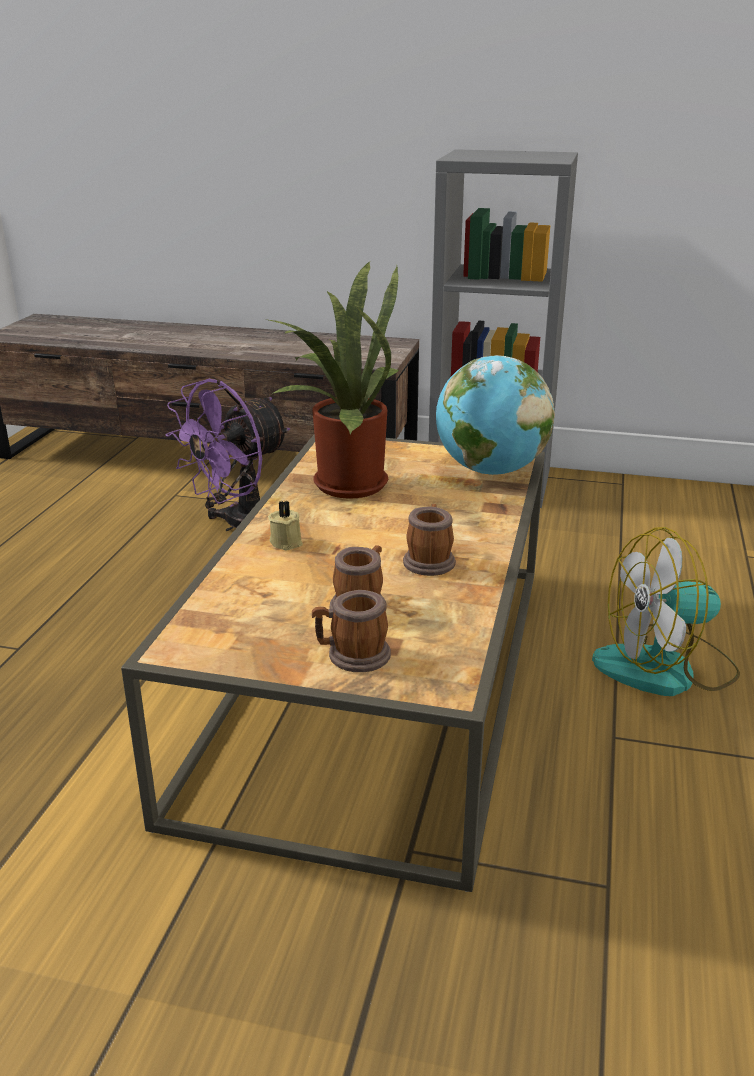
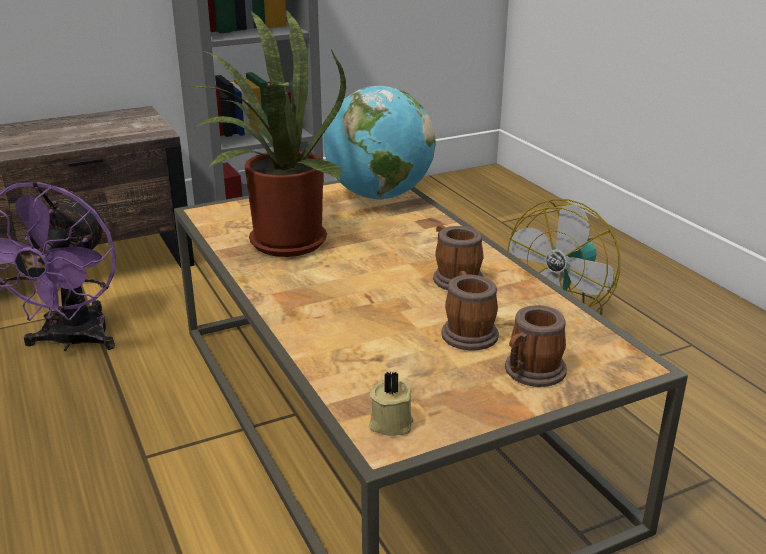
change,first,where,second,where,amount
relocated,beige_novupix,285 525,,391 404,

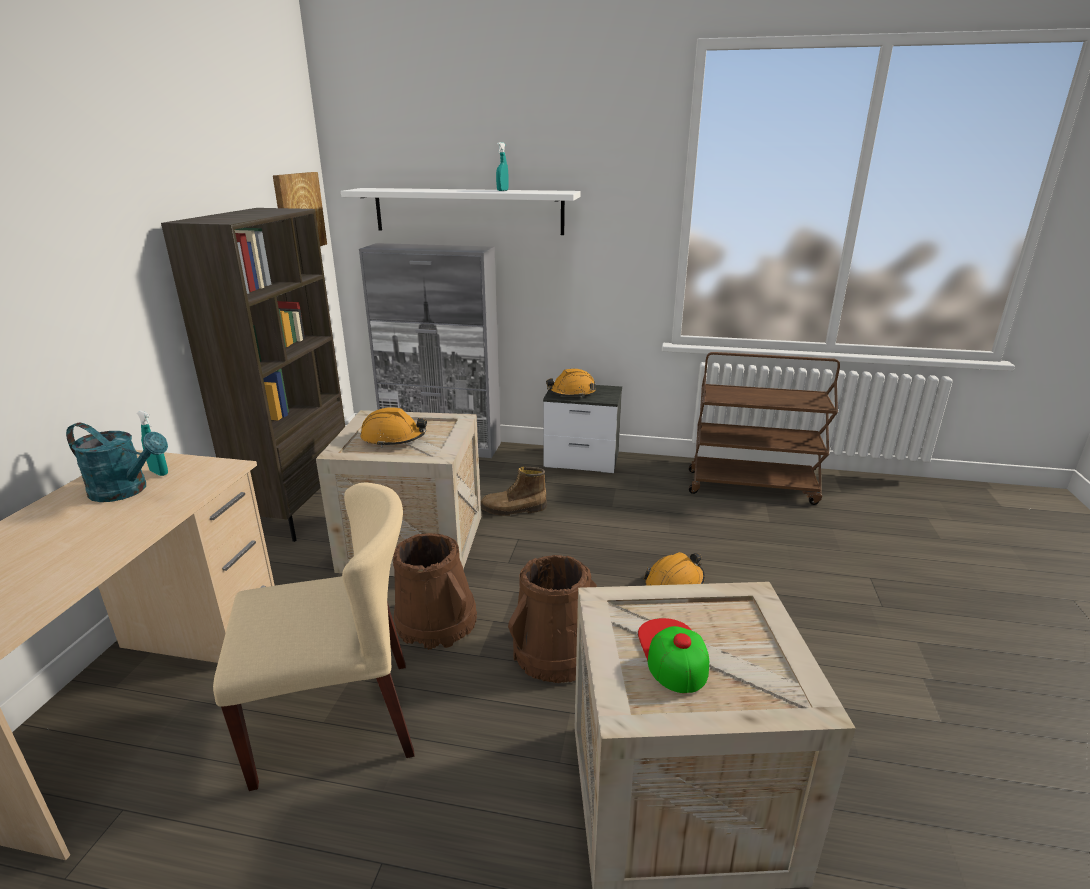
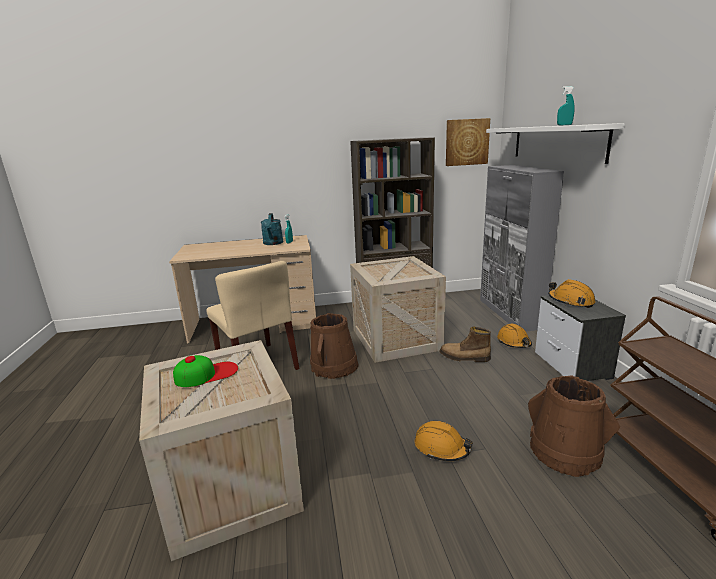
change,first,where,second,where,amount
spun,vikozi,514 491,,465 344,45 degrees counterclockwise
relocated,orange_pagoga,394 427,,514 336,
relocated,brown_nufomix,552 619,,574 426,

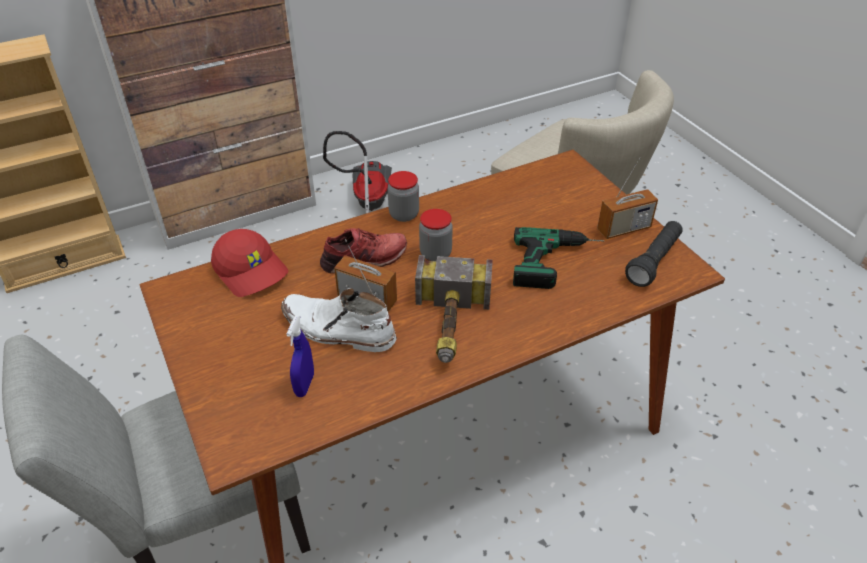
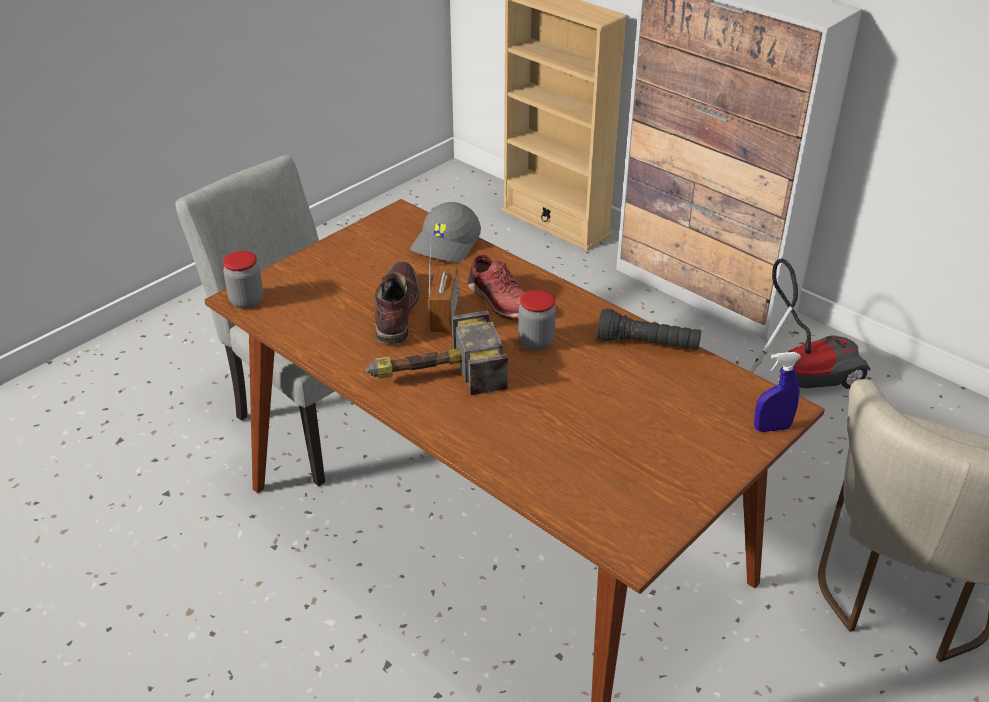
change,first,where,second,where,amount
relocated,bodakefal,403 196,,243 279,
colour,white_vikozi,339 320,brown_vikozi,396 302,
colour,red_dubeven,250 263,grey_dubeven,445 232,
relocated,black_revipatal,654 254,,649 329,
relocated,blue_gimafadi,300 356,,777 392,
missing,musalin,558 258,,,
missing,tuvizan,627 198,,,

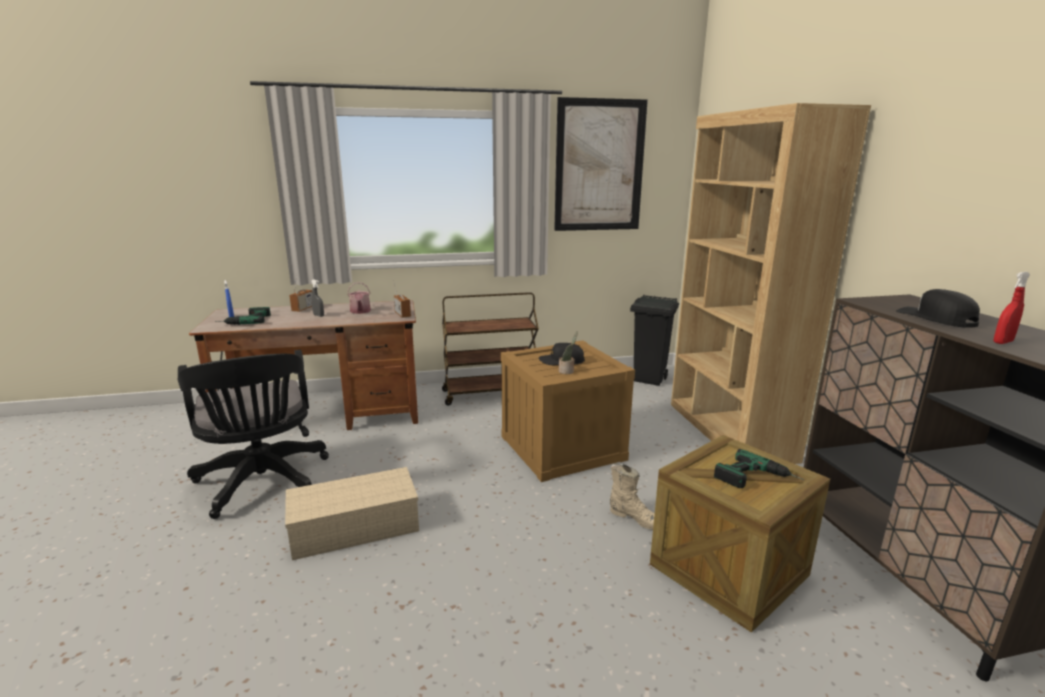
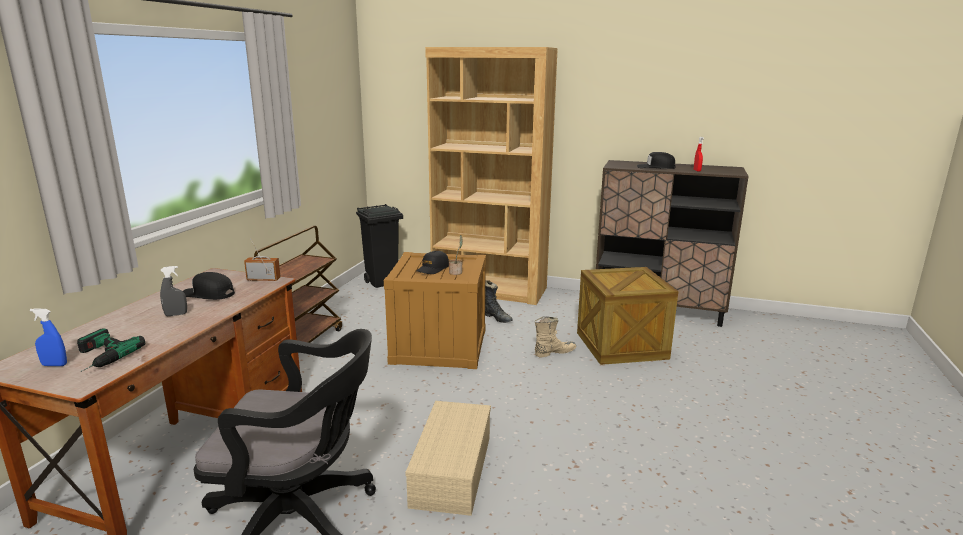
change,first,where,second,where,amount
exchanged,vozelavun,359 298,black_dubeven,209 286,
appeared,,,black_vikozi,499 302,
missing,tuvizan,300 293,,,
missing,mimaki,601 164,,,
missing,musalin,759 468,,,

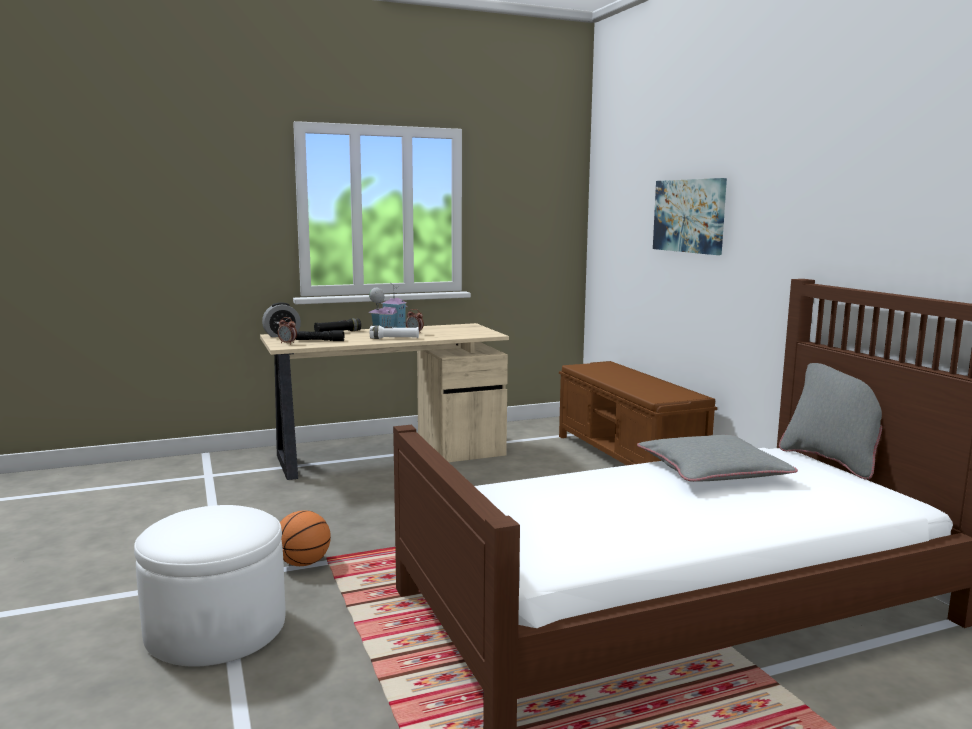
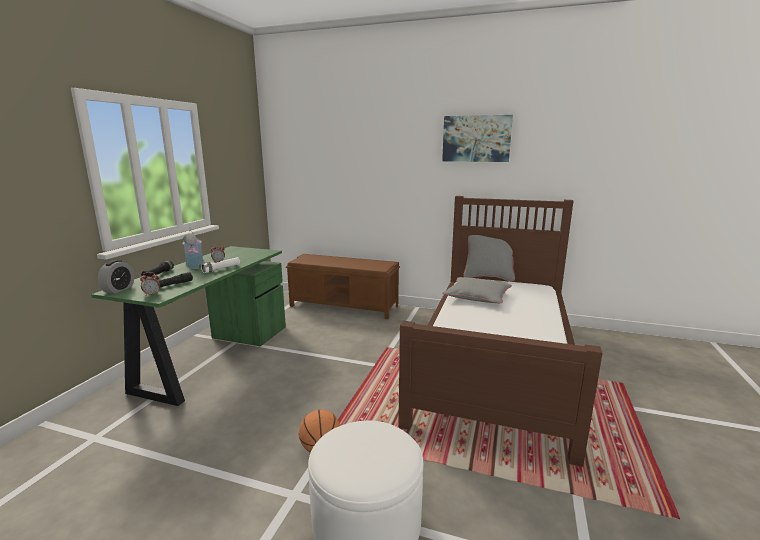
change,first,where,second,where,amount
colour,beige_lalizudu,384 401,green_lalizudu,188 326,
relocated,mimaki,690 216,,477 138,

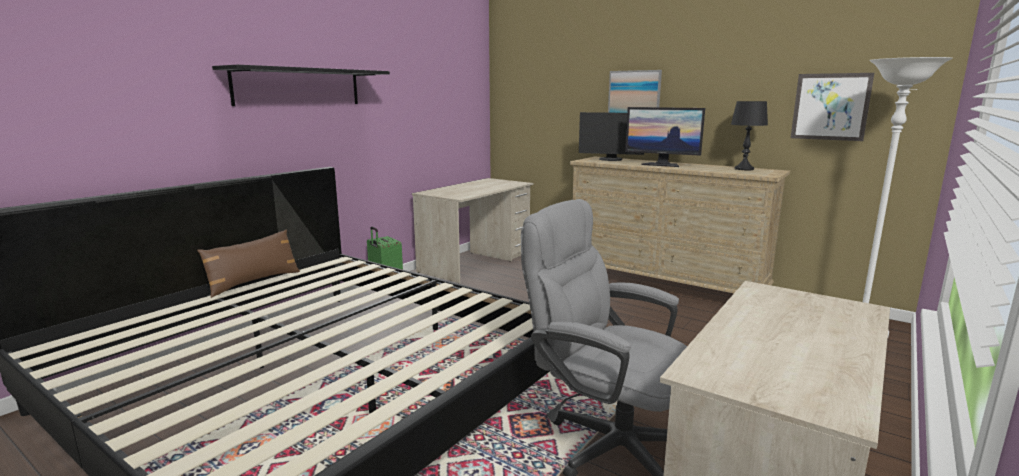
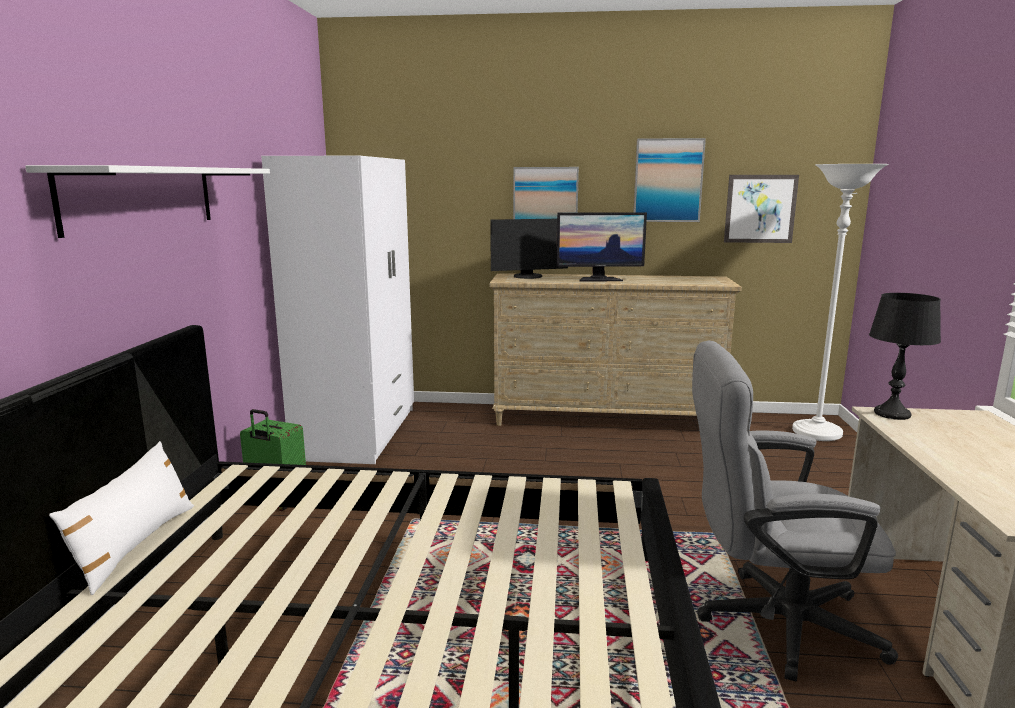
change,first,where,second,where,amount
colour,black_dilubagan,301 85,white_dilubagan,147 201,
colour,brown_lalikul,248 263,white_lalikul,121 518,
exchanged,beige_lalizudu,472 230,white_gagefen,337 310,
appeared,,,mimaki,669 180,
relocated,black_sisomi,749 135,,905 356,

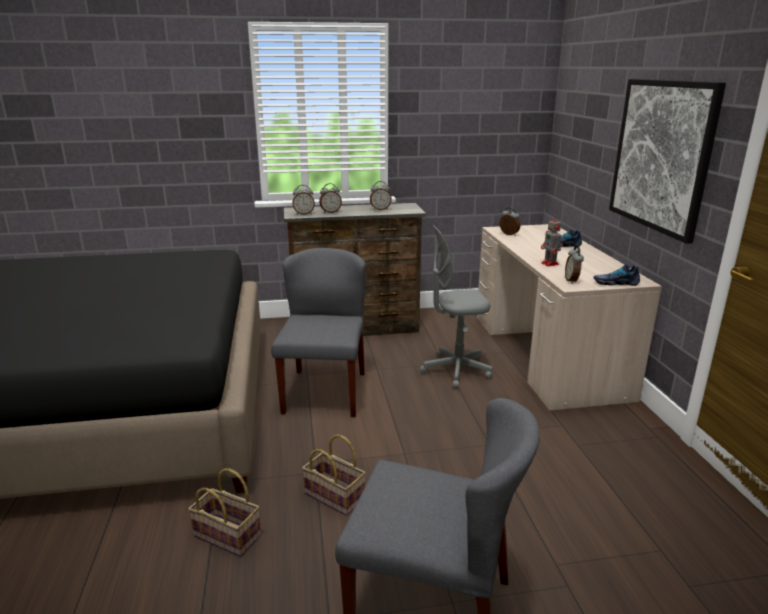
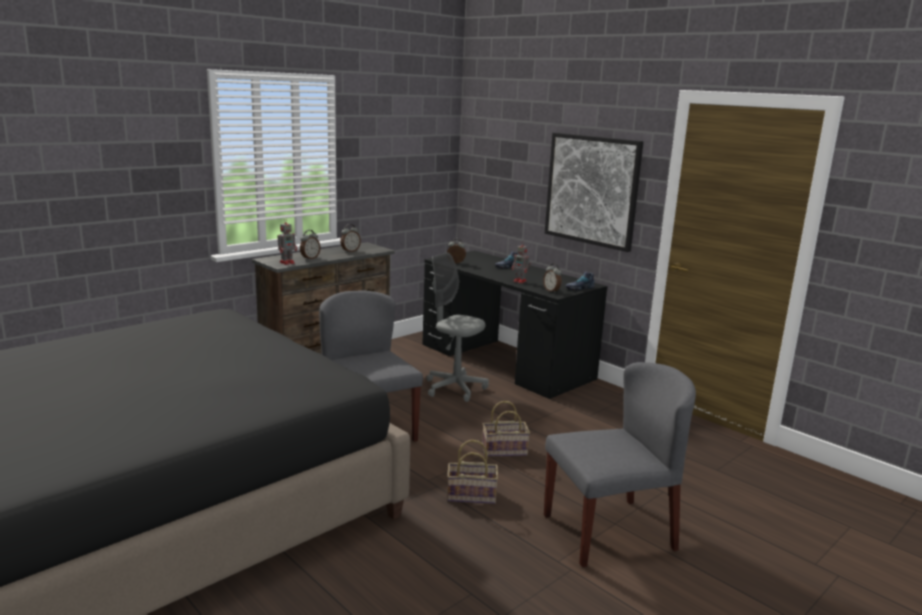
change,first,where,second,where,amount
exchanged,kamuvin,303 200,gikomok,287 241,
colour,beige_lalizudu,569 317,black_lalizudu,514 324,
spun,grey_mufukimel,456 307,,457 327,75 degrees clockwise
relocated,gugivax,224 512,,506 429,

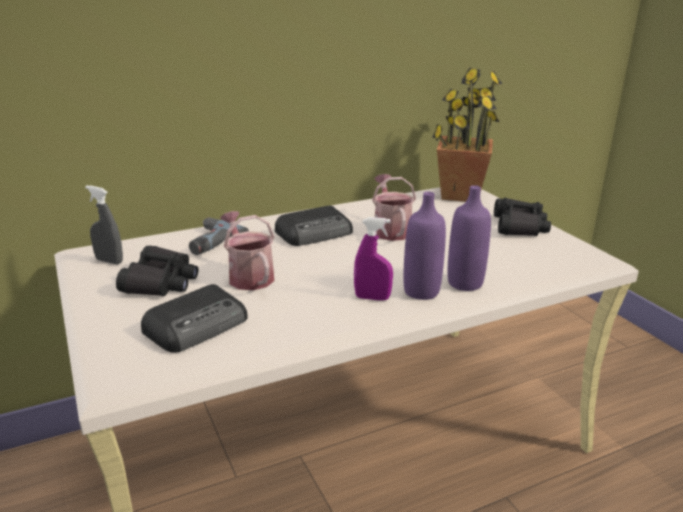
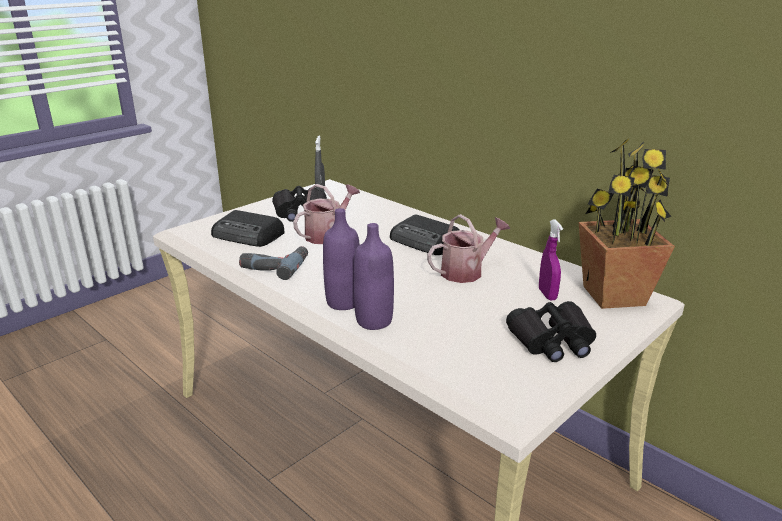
change,first,where,second,where,amount
relocated,musalin,219 236,,273 263,
relocated,purple_gimafadi,373 259,,551 260,

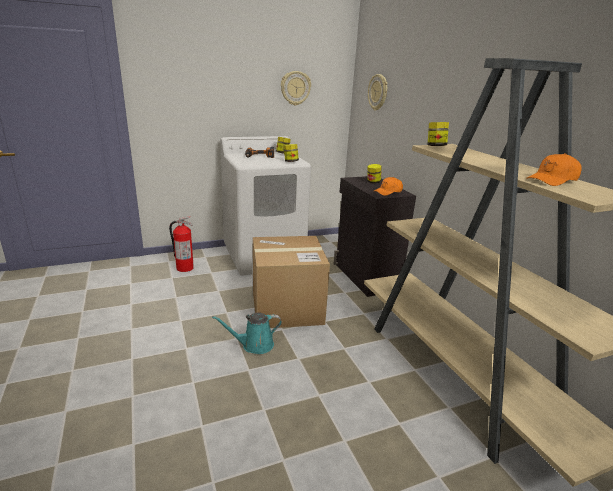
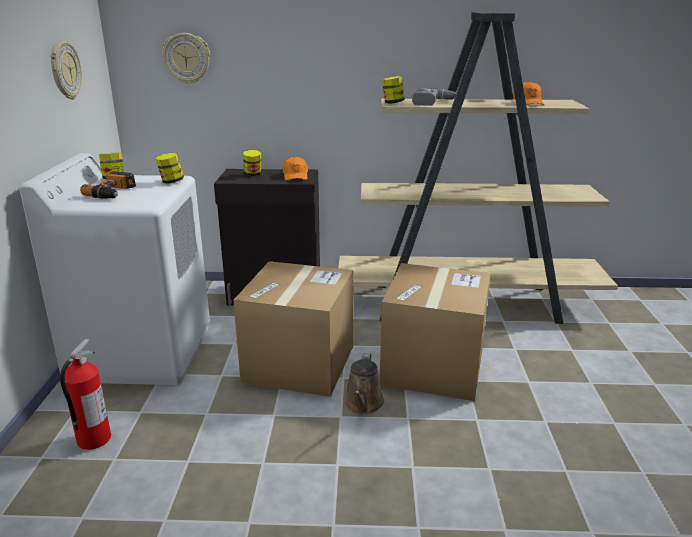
change,first,where,second,where,amount
colour,turquoise_vozelavun,247 333,brown_vozelavun,364 383,
appeared,,,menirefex,435 332,
appeared,,,musalin,434 96,

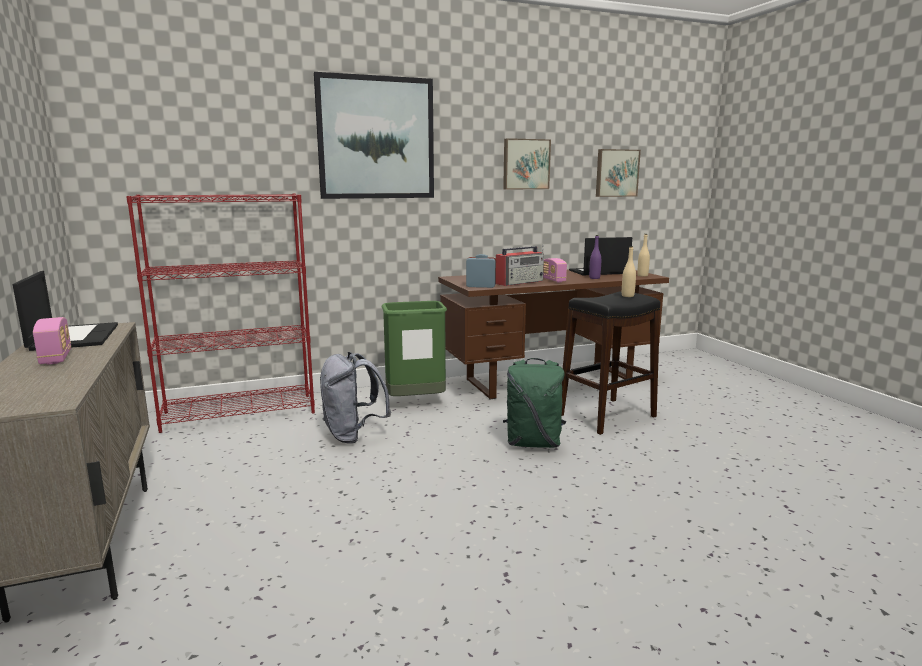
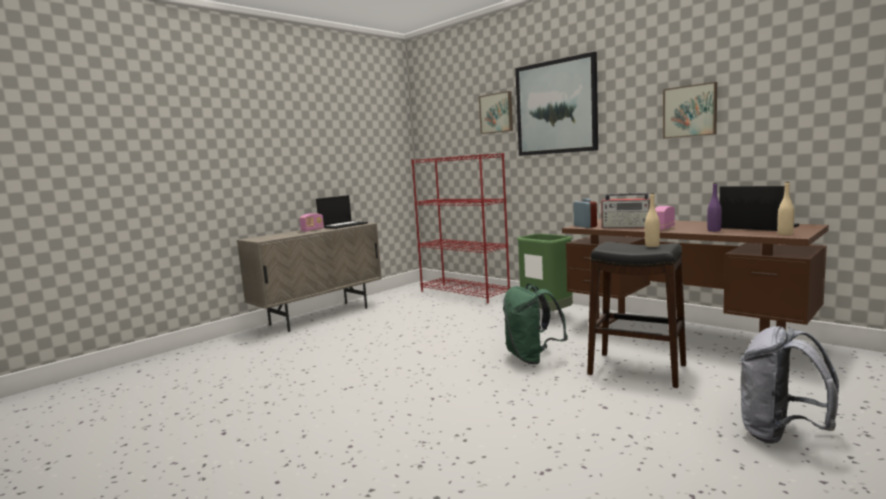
change,first,where,second,where,amount
relocated,mimaki,618 173,,496 112,
relocated,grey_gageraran,355 398,,789 385,

